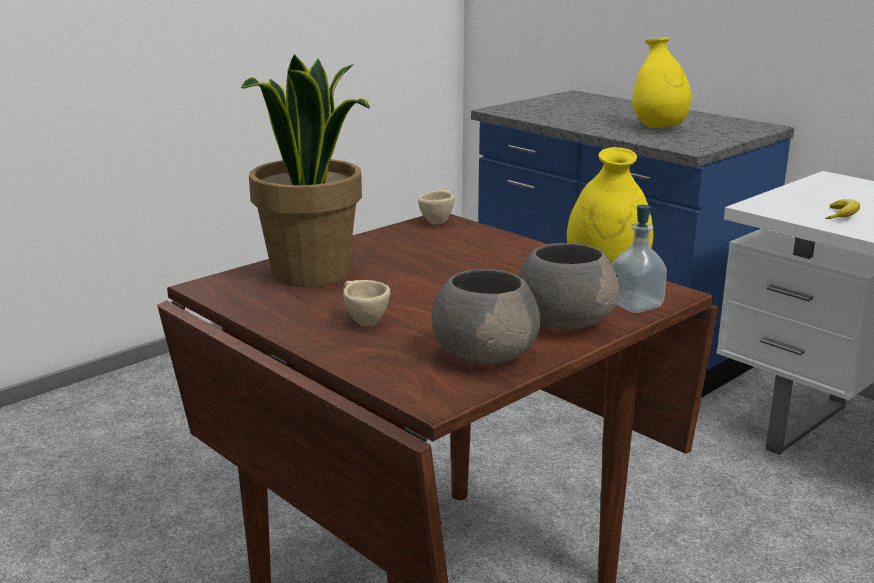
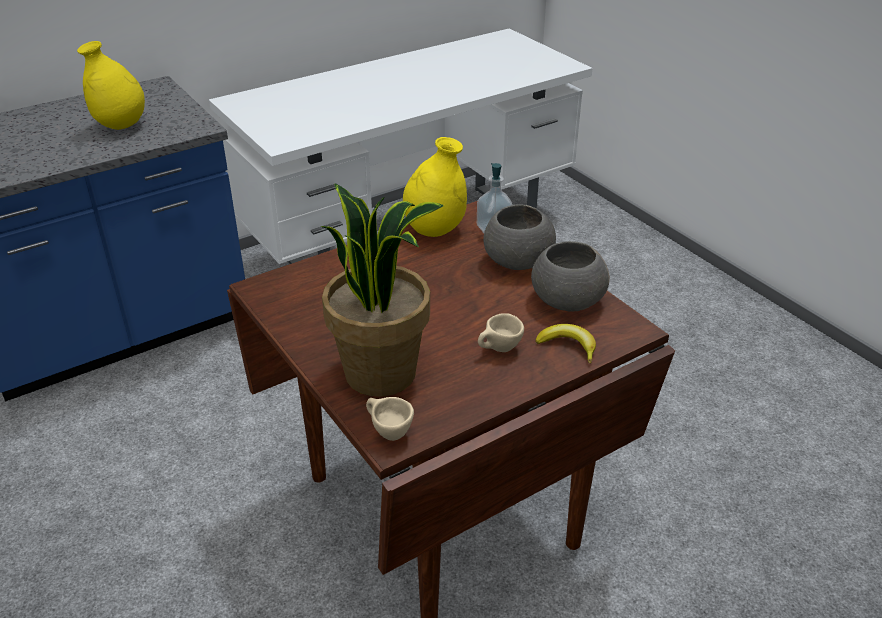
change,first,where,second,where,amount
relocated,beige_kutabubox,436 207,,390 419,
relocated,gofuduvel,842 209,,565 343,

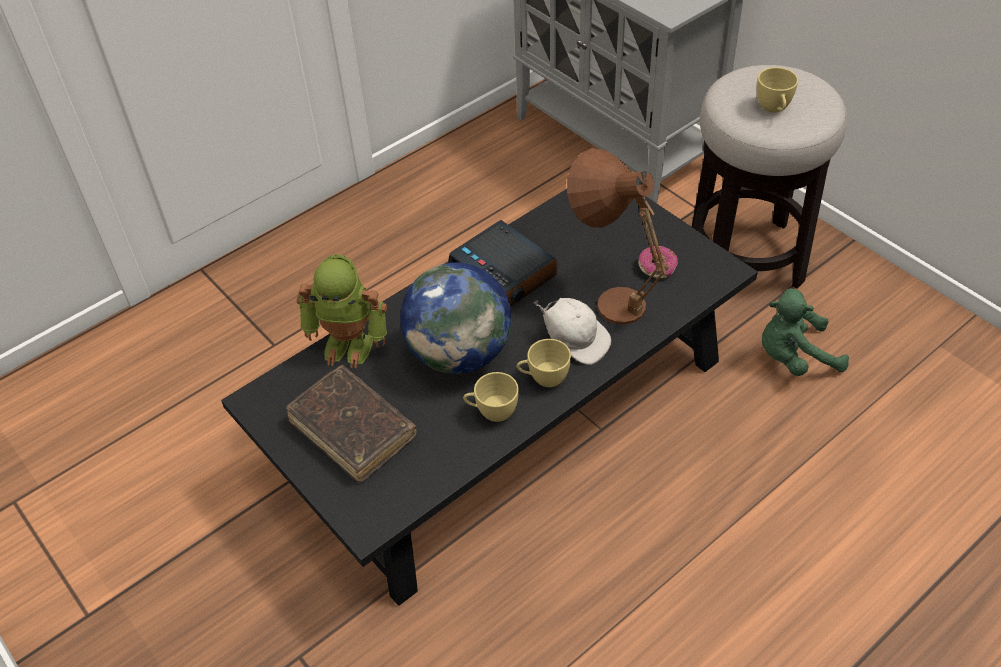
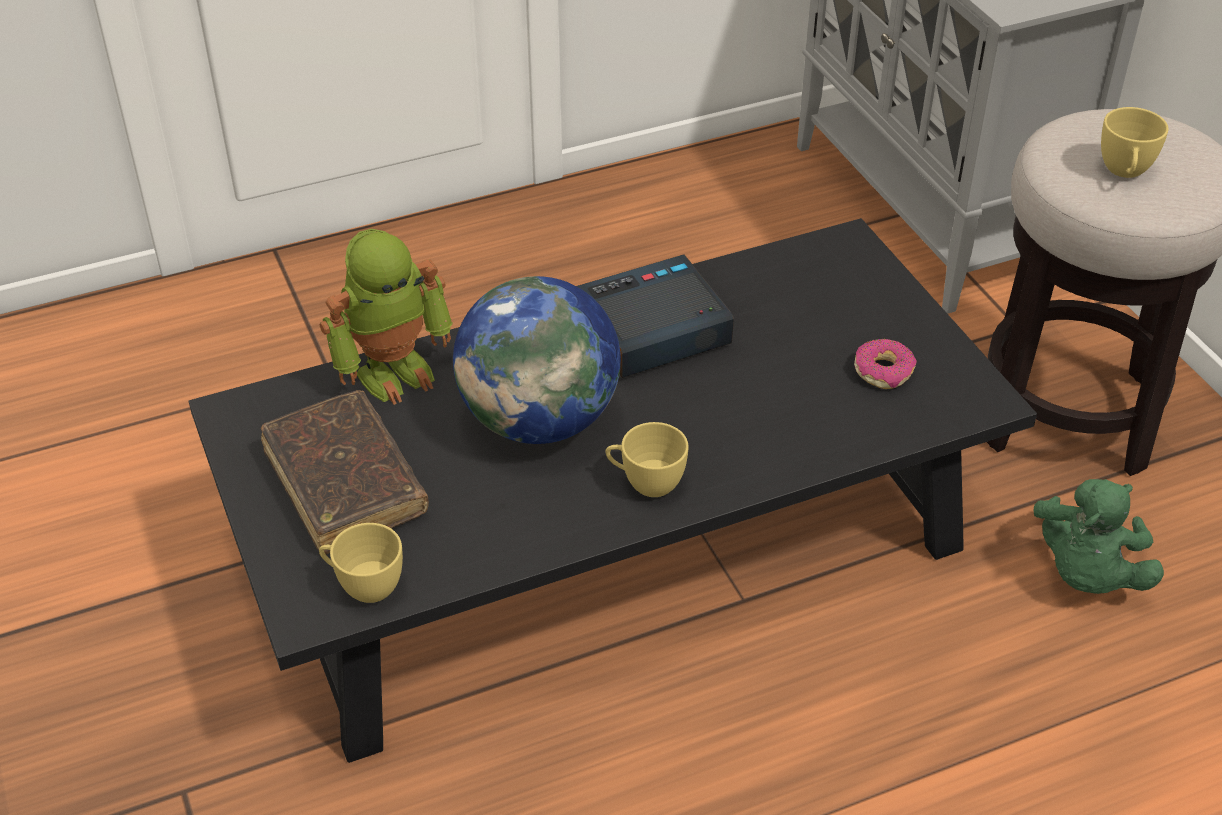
change,first,where,second,where,amount
relocated,yellow_kutabubox,491 397,,361 563,
spun,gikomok,342 311,,386 317,60 degrees counterclockwise
spun,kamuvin,502 263,,655 316,90 degrees clockwise
spun,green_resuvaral,805 332,,1098 536,75 degrees counterclockwise
missing,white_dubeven,572 331,,,
missing,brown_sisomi,618 236,,,

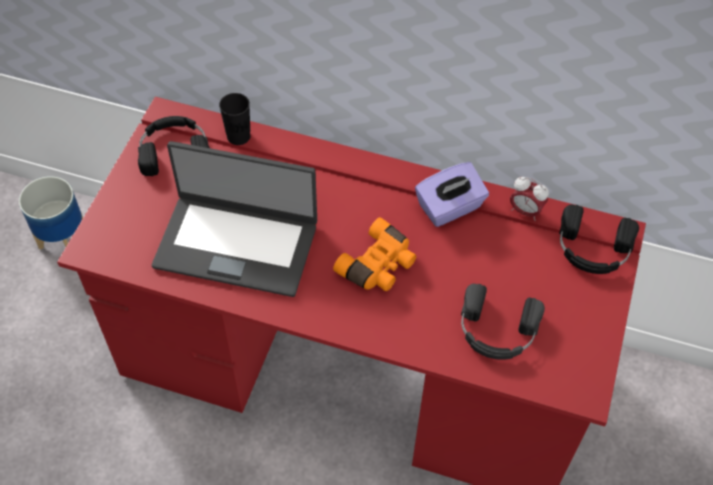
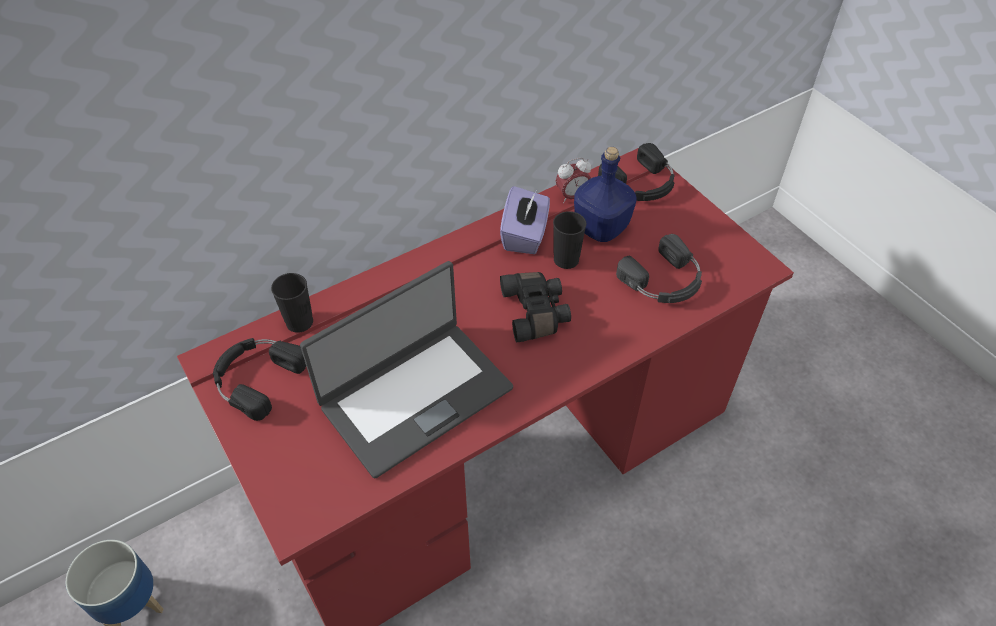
change,first,where,second,where,amount
colour,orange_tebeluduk,374 254,black_tebeluduk,535 307,
appeared,,,black_kutabubox,569 240,
appeared,,,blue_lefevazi,605 194,

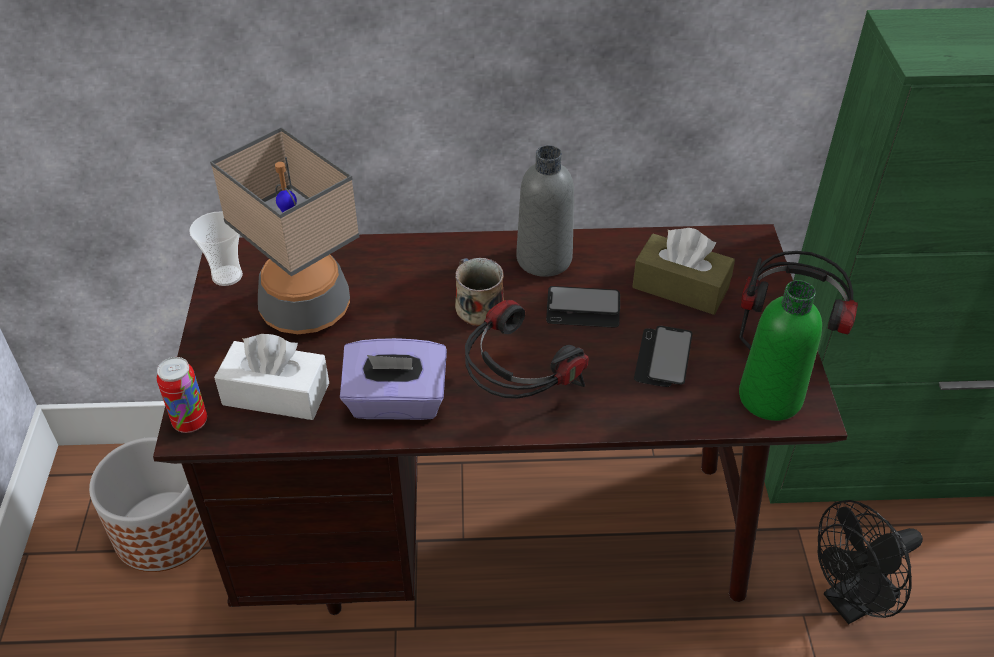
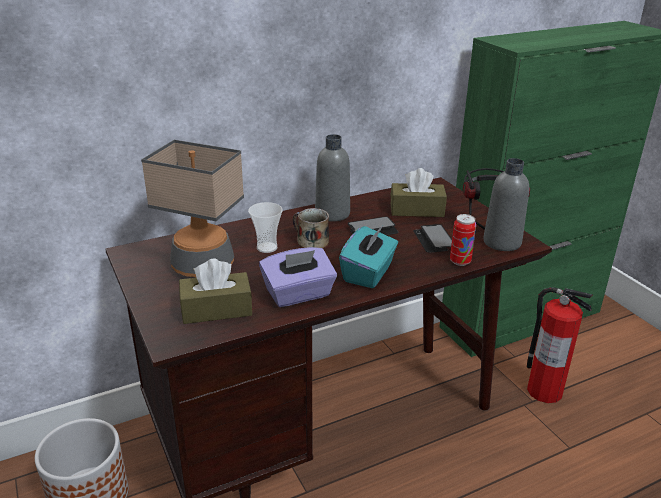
change,first,where,second,where,amount
colour,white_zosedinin,271 377,brown_zosedinin,215 291,
relocated,kutabubox,216 248,,265 227,
exchanged,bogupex,527 349,turquoise_zosedinin,368 257,
relocated,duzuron,182 395,,463 240,
colour,green_lefevazi,780 350,grey_lefevazi,506 204,
exchanged,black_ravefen,870 562,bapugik,560 345,

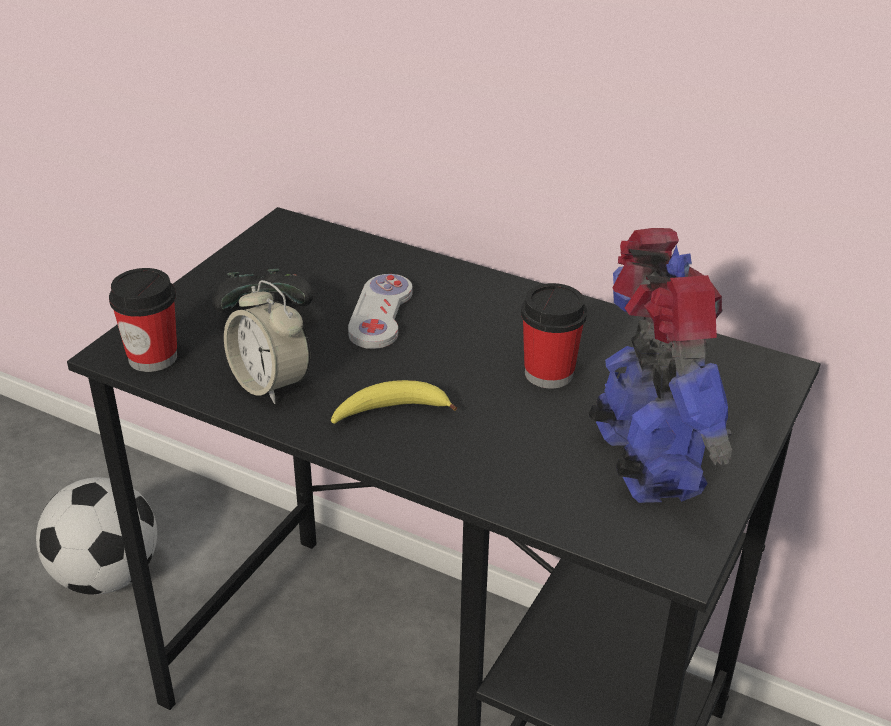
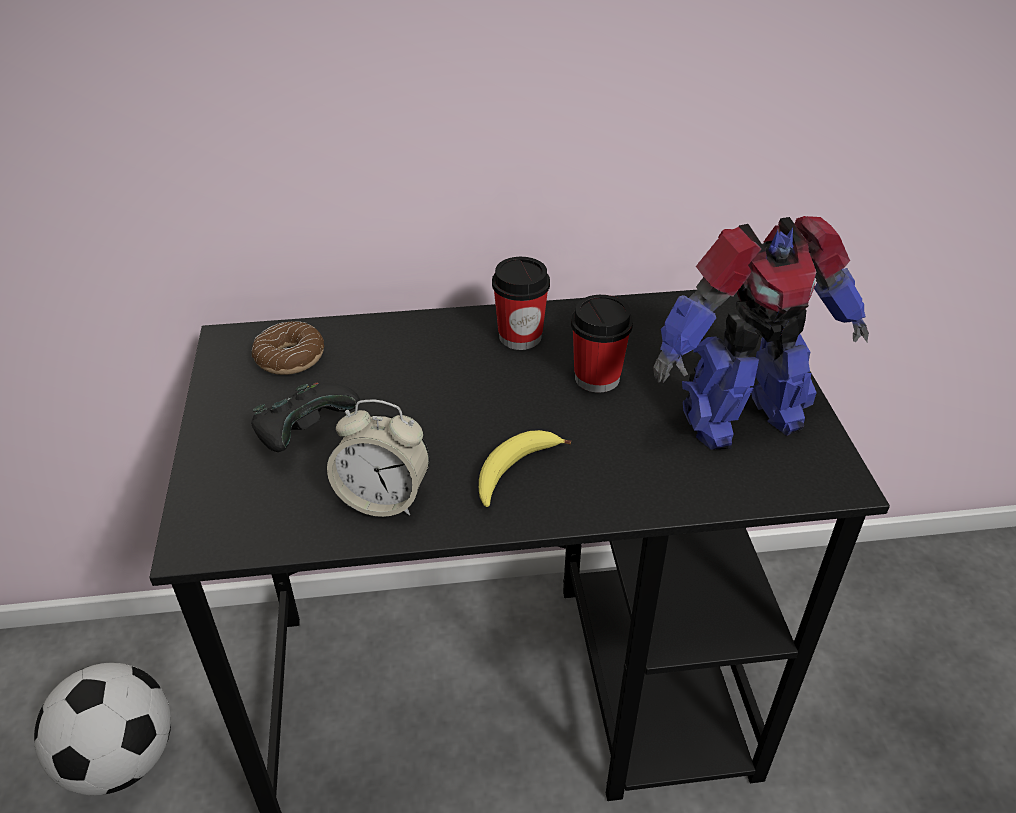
change,first,where,second,where,amount
appeared,,,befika,288 348,
relocated,kutabubox,143 320,,521 303,
spun,gikomok,660 365,,761 333,120 degrees clockwise
missing,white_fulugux,380 311,,,

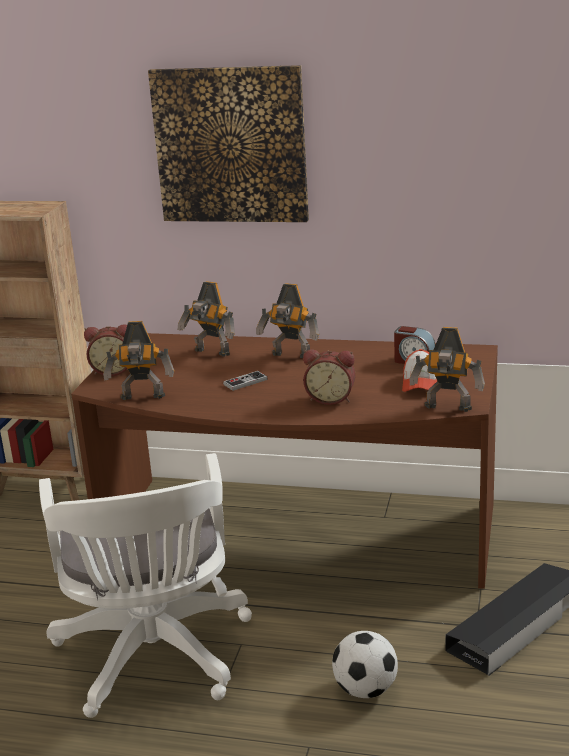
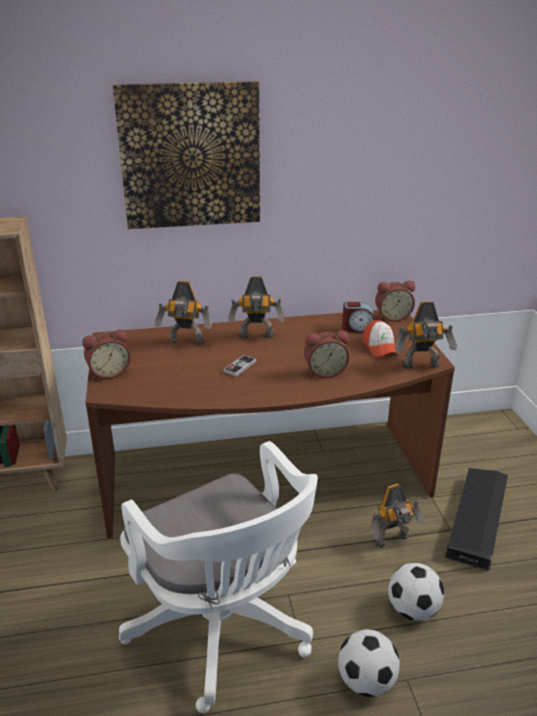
change,first,where,second,where,amount
appeared,,,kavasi,369 663,
relocated,gikomok,138 360,,397 516,
appeared,,,kamuvin,395 301,

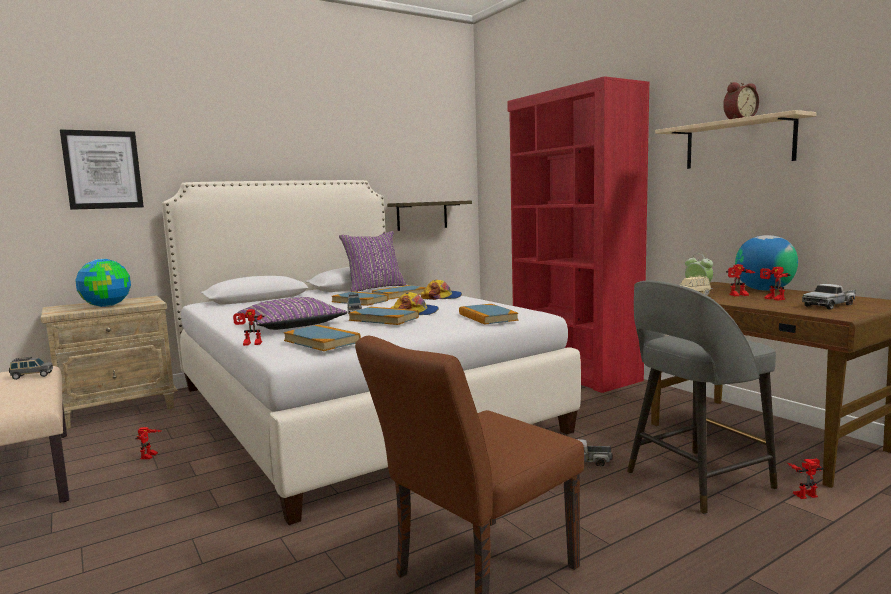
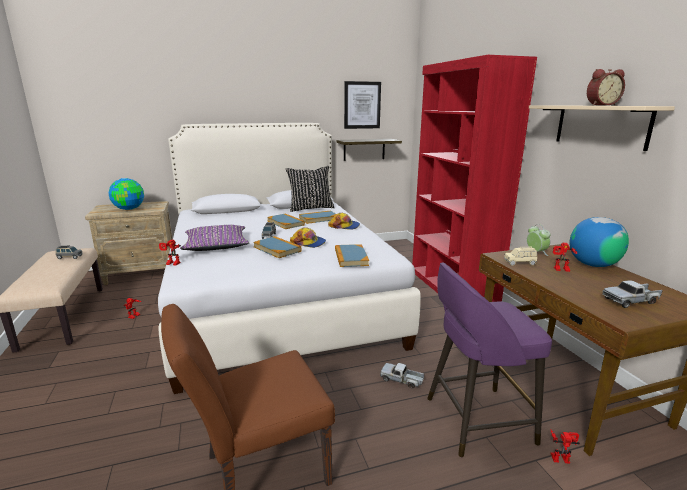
change,first,where,second,where,amount
colour,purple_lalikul,372 261,black_lalikul,310 189,
relocated,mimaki,102 169,,362 105,
colour,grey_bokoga,702 397,purple_bokoga,489 359,
missing,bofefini,322 338,,,
missing,gikomok,775 284,,,

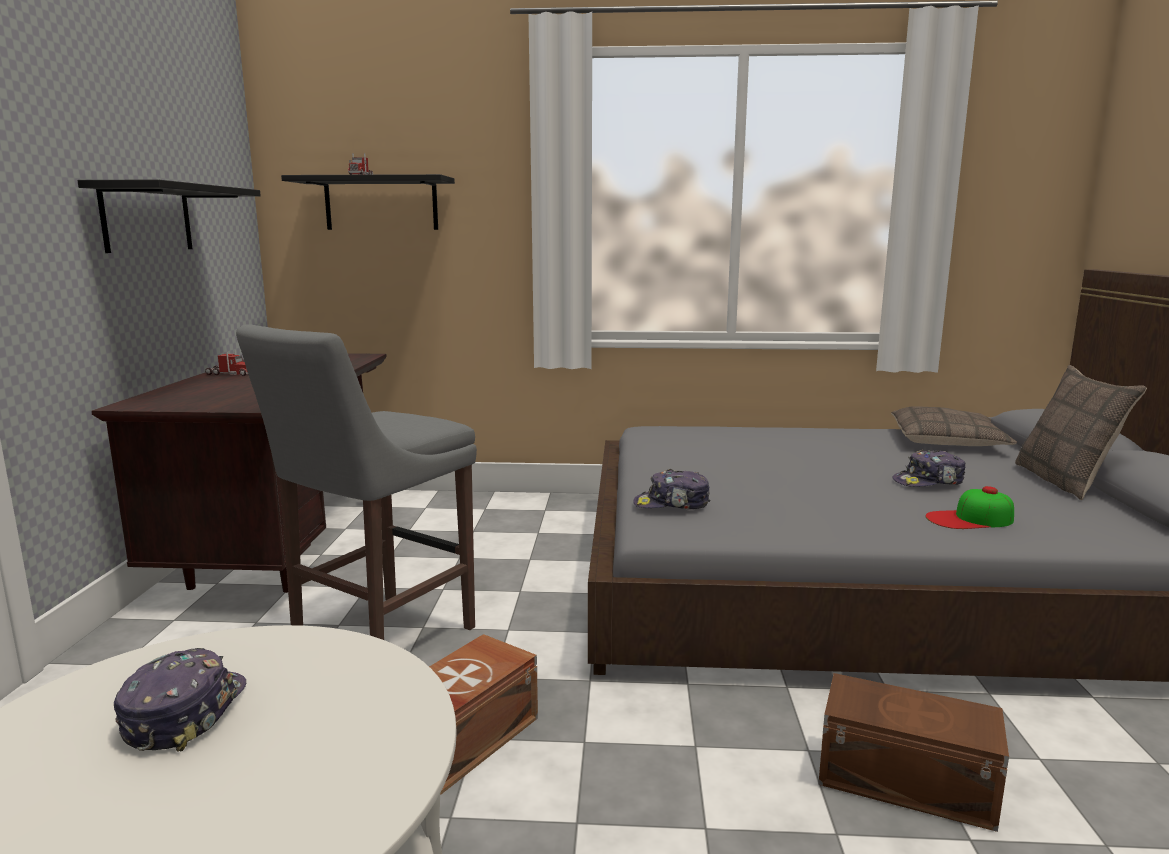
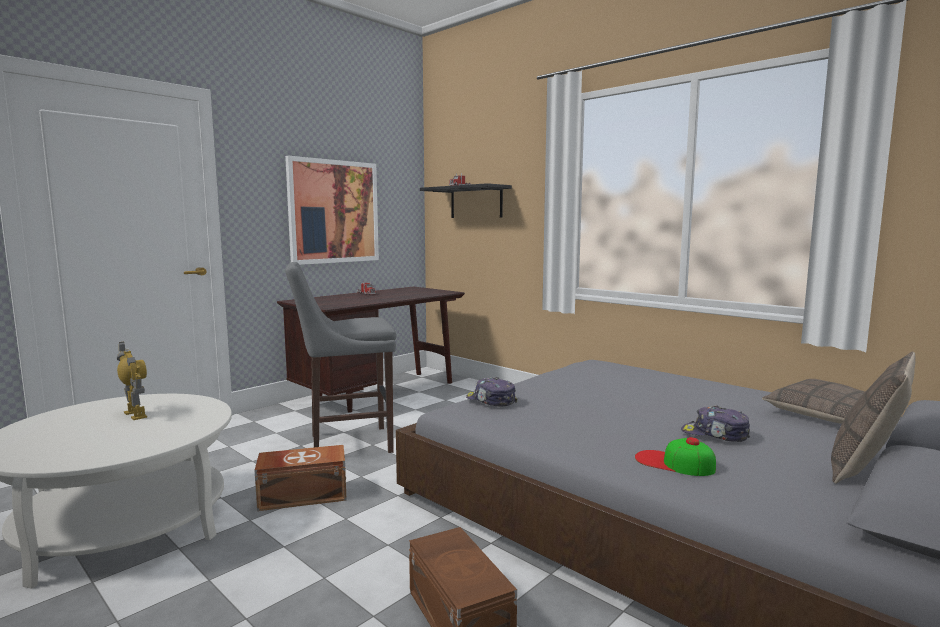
change,first,where,second,where,amount
exchanged,dubeven,180 700,gikomok,132 381,
exchanged,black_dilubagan,169 216,mimaki,332 210,

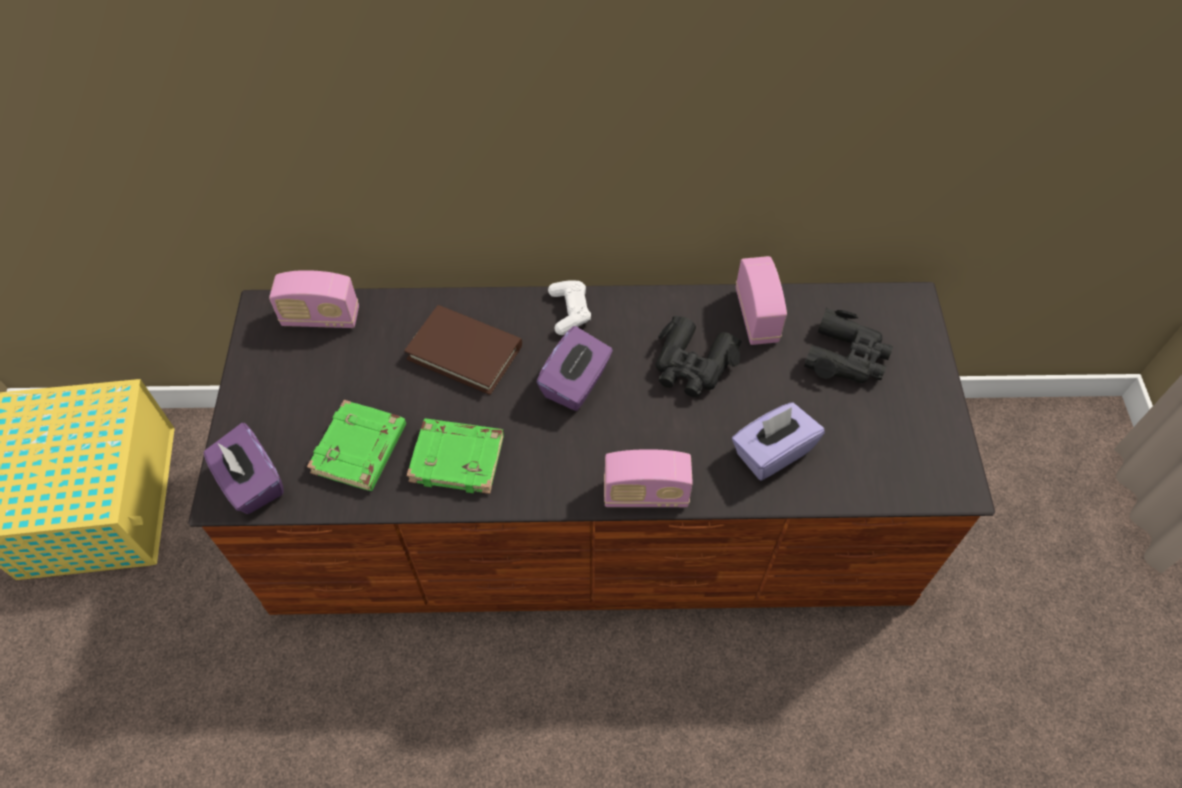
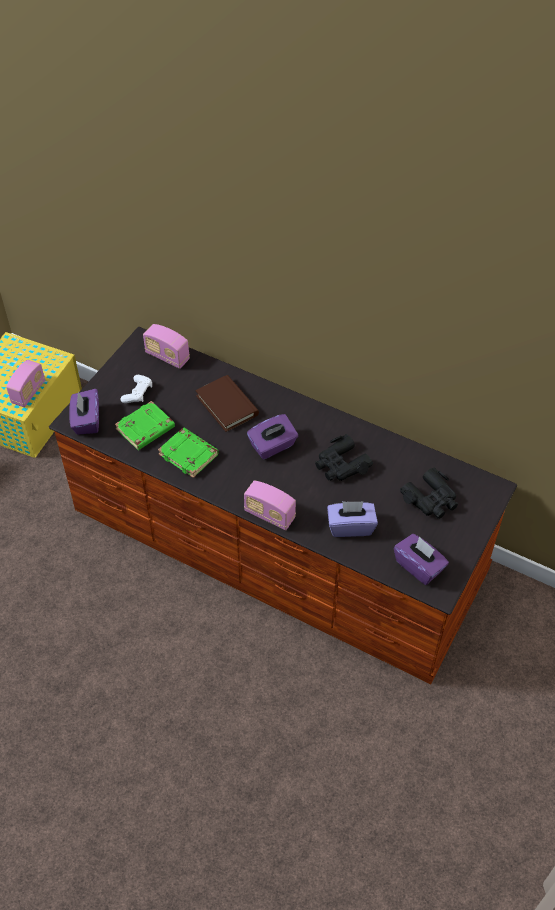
change,first,where,second,where,amount
relocated,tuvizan,761 300,,25 383,
relocated,white_fulugux,569 308,,136 389,
appeared,,,purple_zosedinin,421 559,

